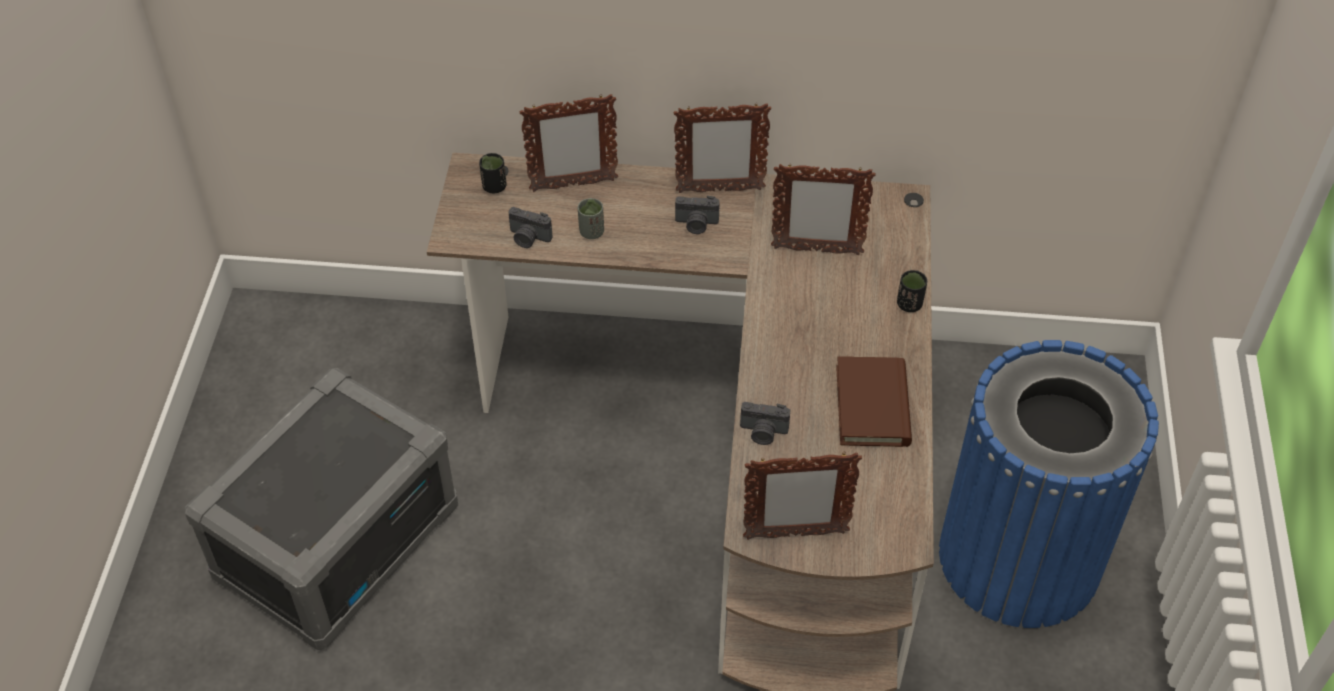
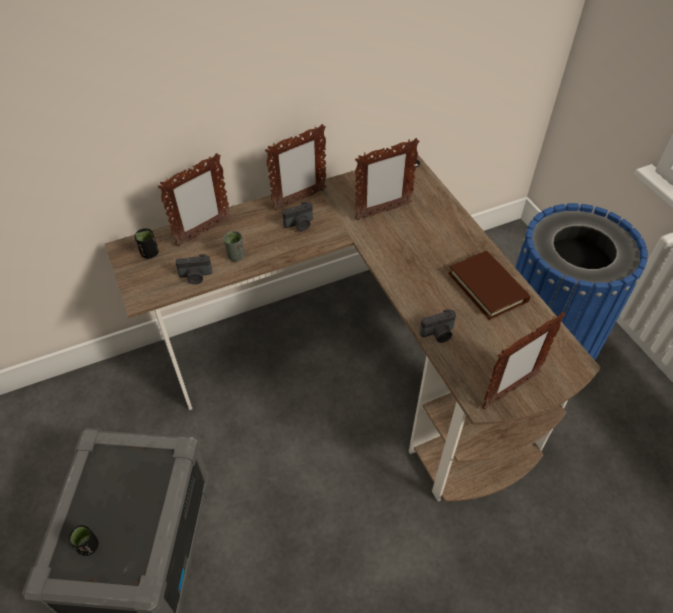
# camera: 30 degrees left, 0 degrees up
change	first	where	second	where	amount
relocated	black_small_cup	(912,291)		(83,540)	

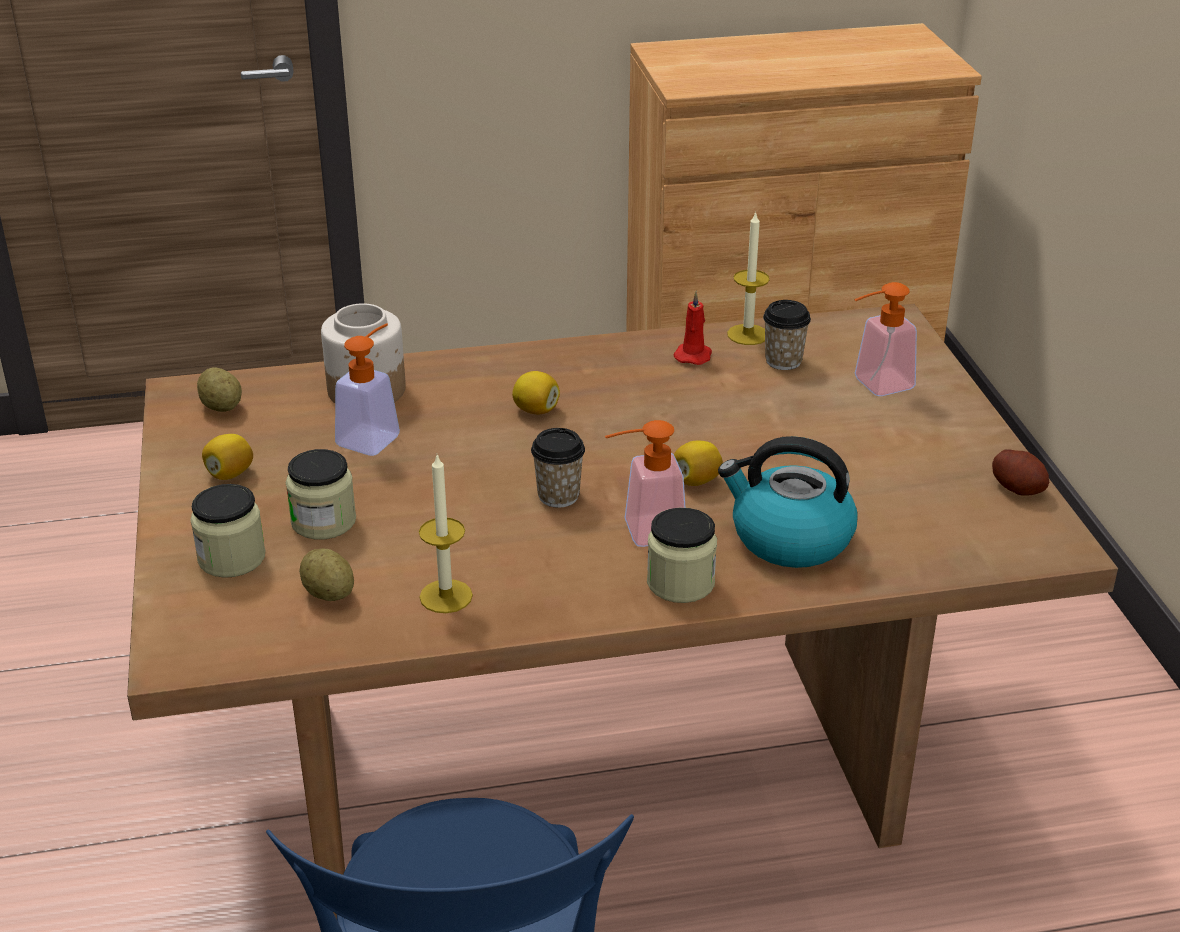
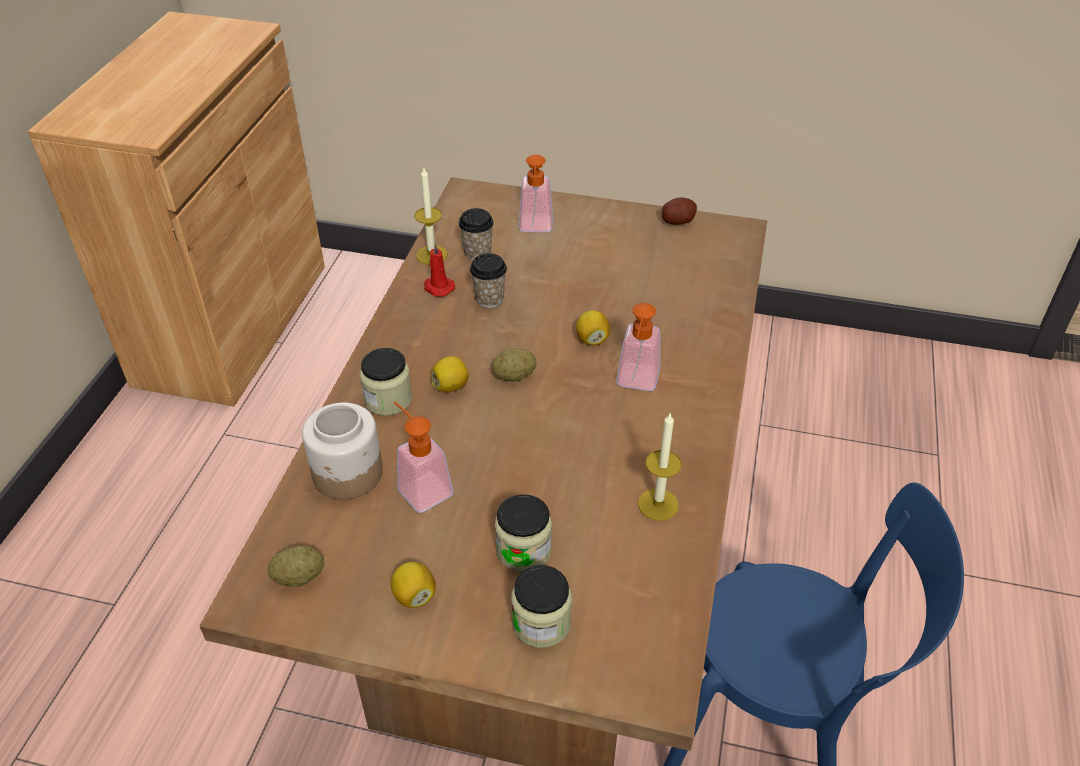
# camera: 65 degrees left, 10 degrees up
change	first	where	second	where	amount
relocated	small_cup	(558,468)		(488,280)	
missing	kettle	(788,502)			
relocated	jar	(682,555)		(386,382)	
relocated	spud	(326,574)		(514,365)	

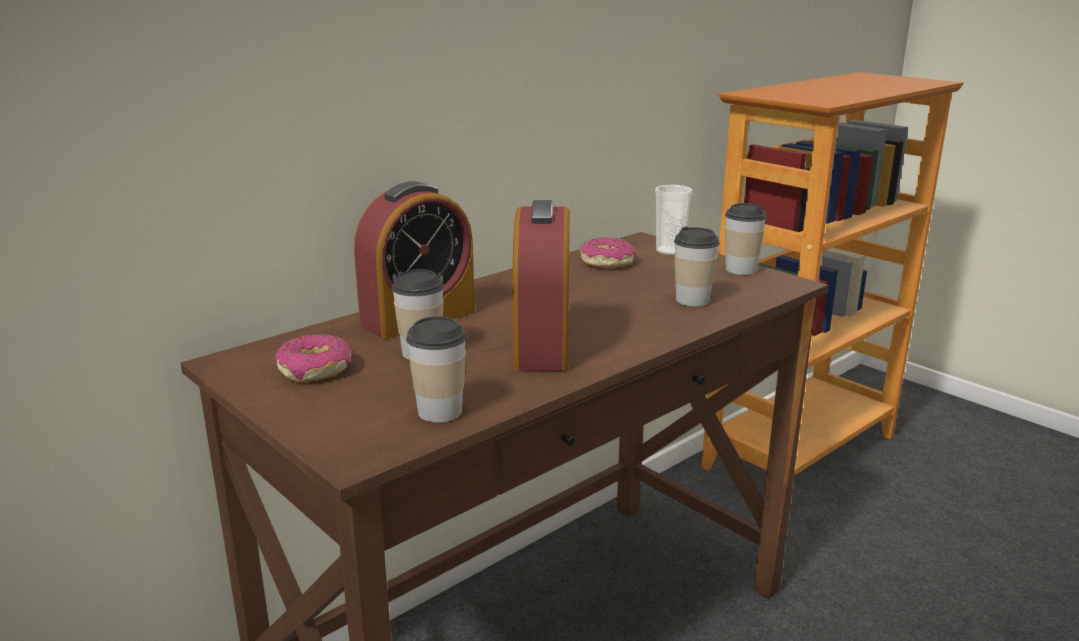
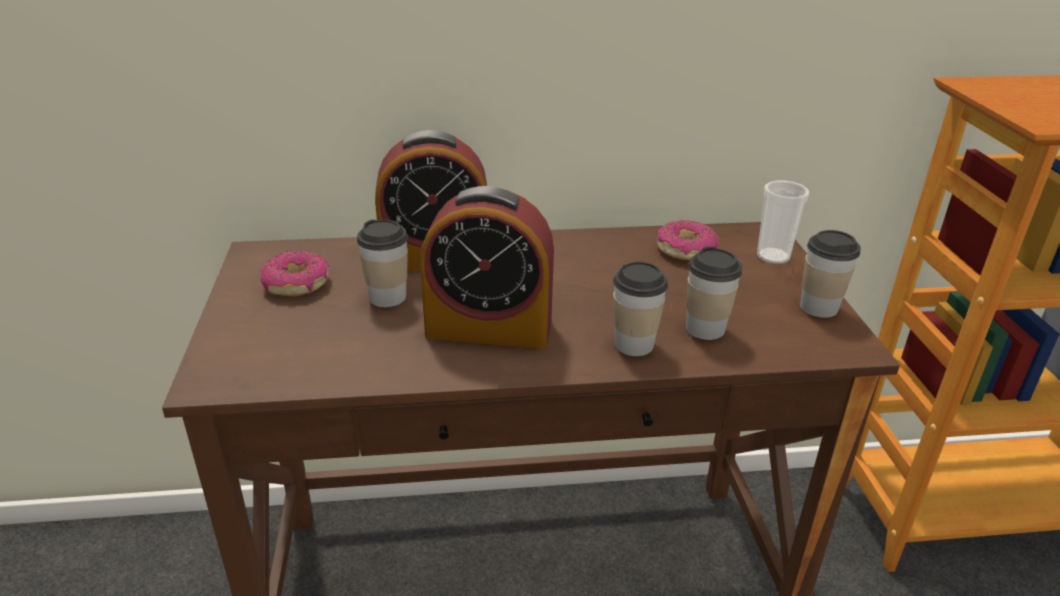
# camera: 35 degrees right, 10 degrees up
change	first	where	second	where	amount
spun	alarm_clock	(541,285)		(487,267)	60 degrees clockwise
relocated	small_cup	(436,369)		(640,309)	

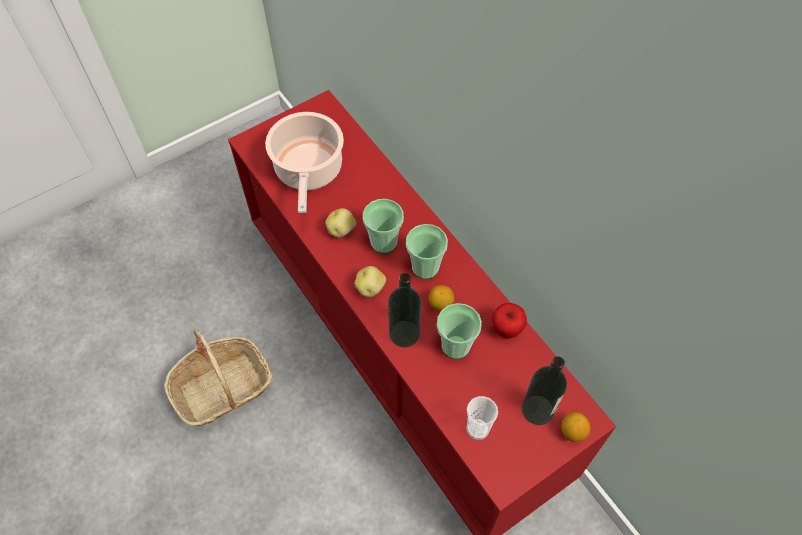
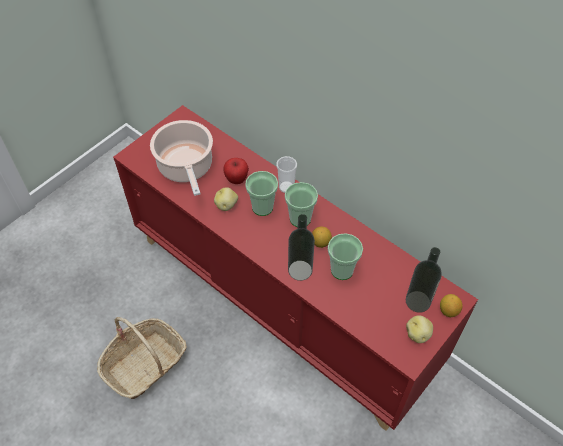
# camera: 15 degrees left, 5 degrees down
change	first	where	second	where	amount
relocated	spud	(370,281)		(419,329)	
relocated	whole_apple	(509,321)		(236,171)	
relocated	small_cup	(482,418)		(286,174)	

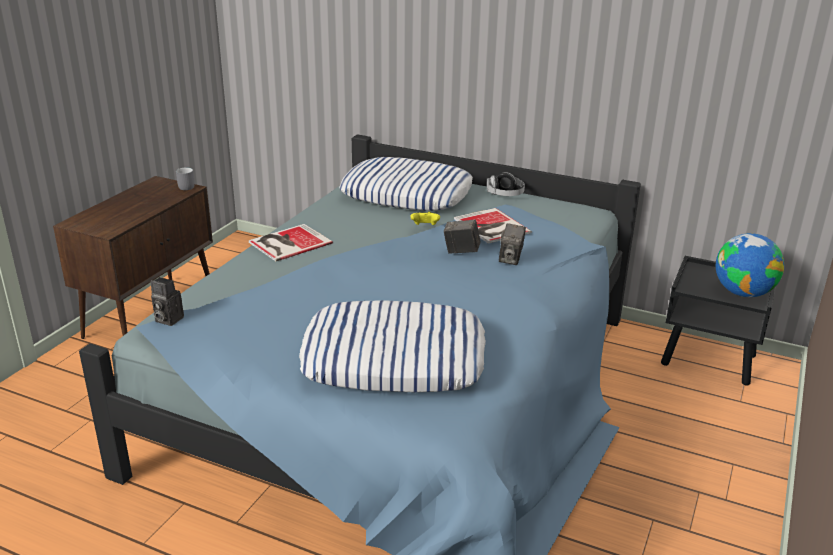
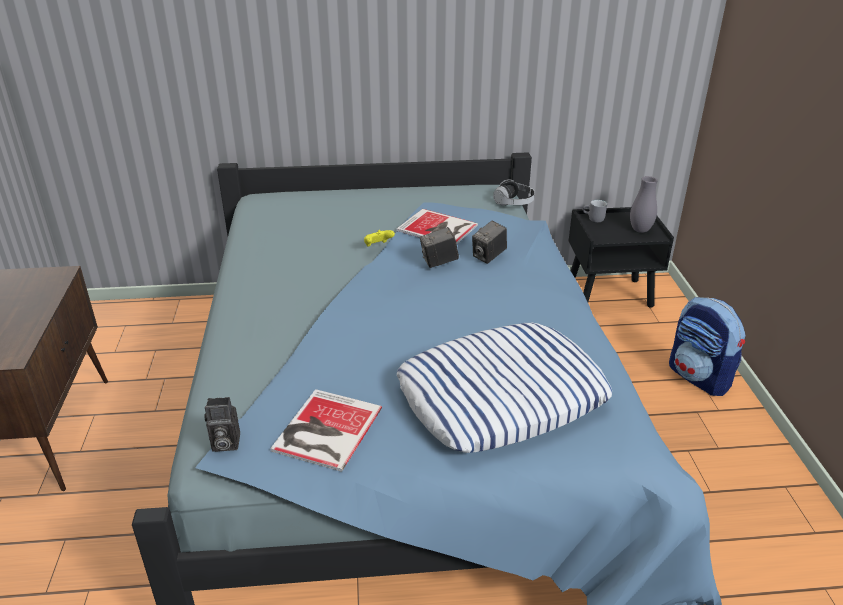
# camera: 30 degrees left, 5 degrees up
change	first	where	second	where	amount
missing	cushion	(406,184)			
relocated	gray_coffee_mug	(185,179)		(595,211)	
relocated	pair_of_headphones	(506,184)		(514,192)	
spun	still_camera	(512,244)		(489,242)	60 degrees clockwise
relocated	book	(291,242)		(326,430)	
exchanged	desk_globe	(750,265)	gray_decorative_vase	(644,204)	
appeared			knapsack	(707,346)	

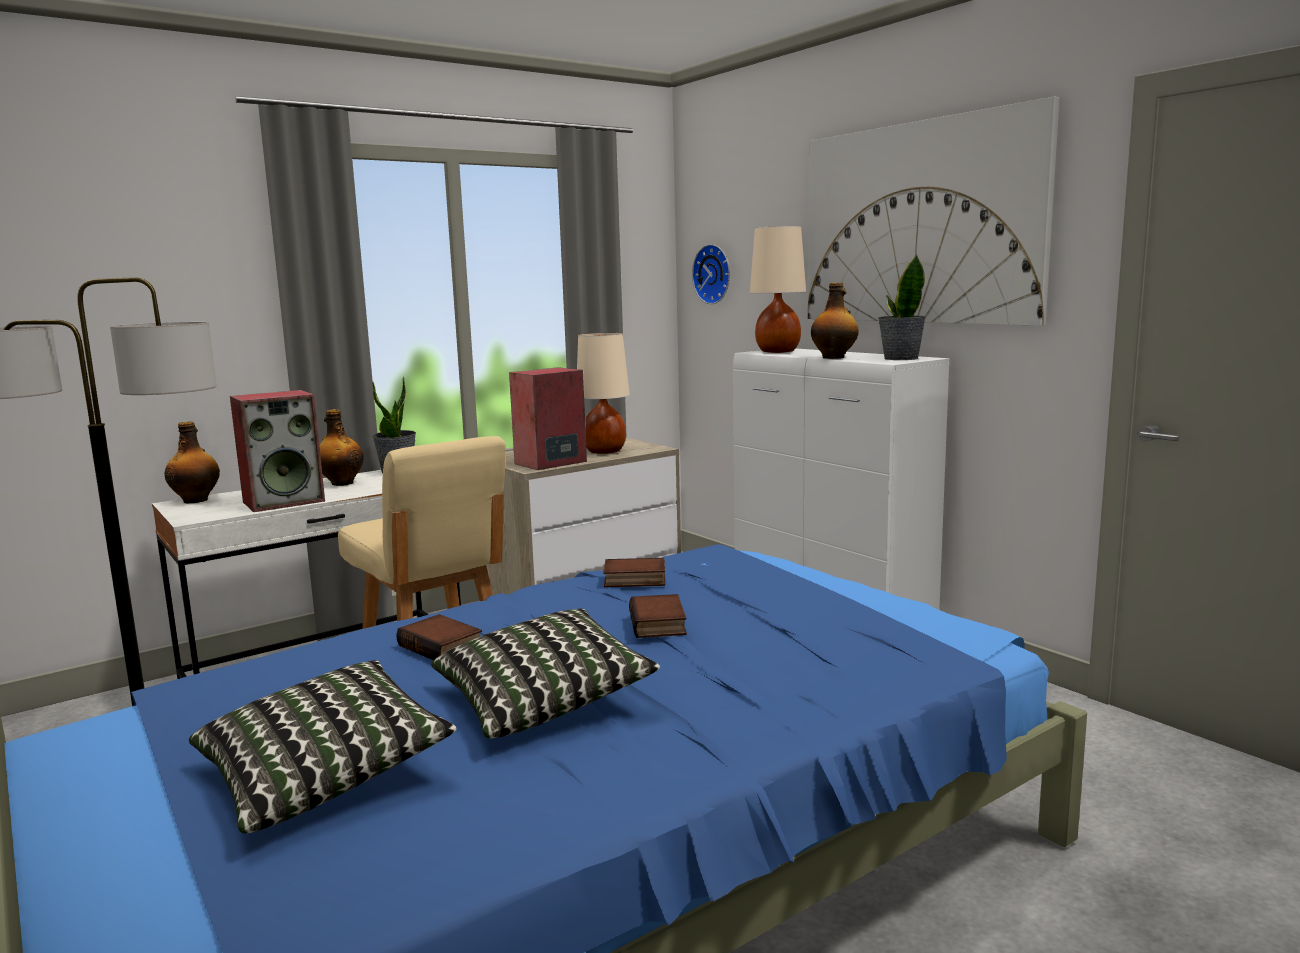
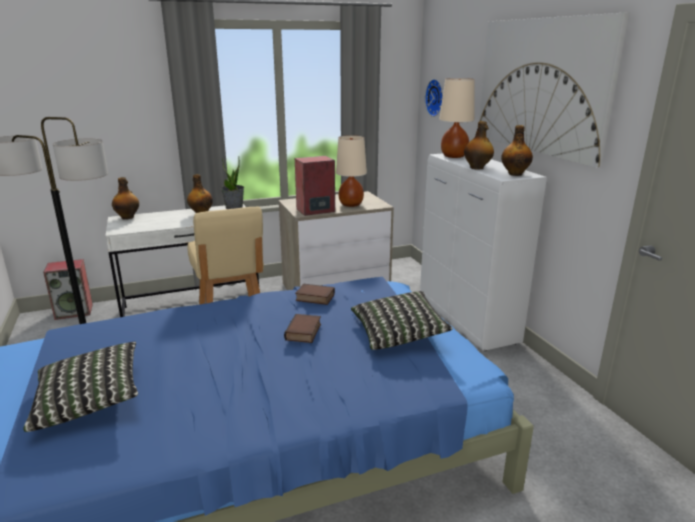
# camera: 15 degrees right, 10 degrees up
change	first	where	second	where	amount
exchanged	houseplant	(902,307)	beverage_bottle	(517,150)	
relocated	audio_speaker	(277,451)		(68,289)	
relocated	cushion	(545,673)		(402,320)	
missing	book	(439,637)			

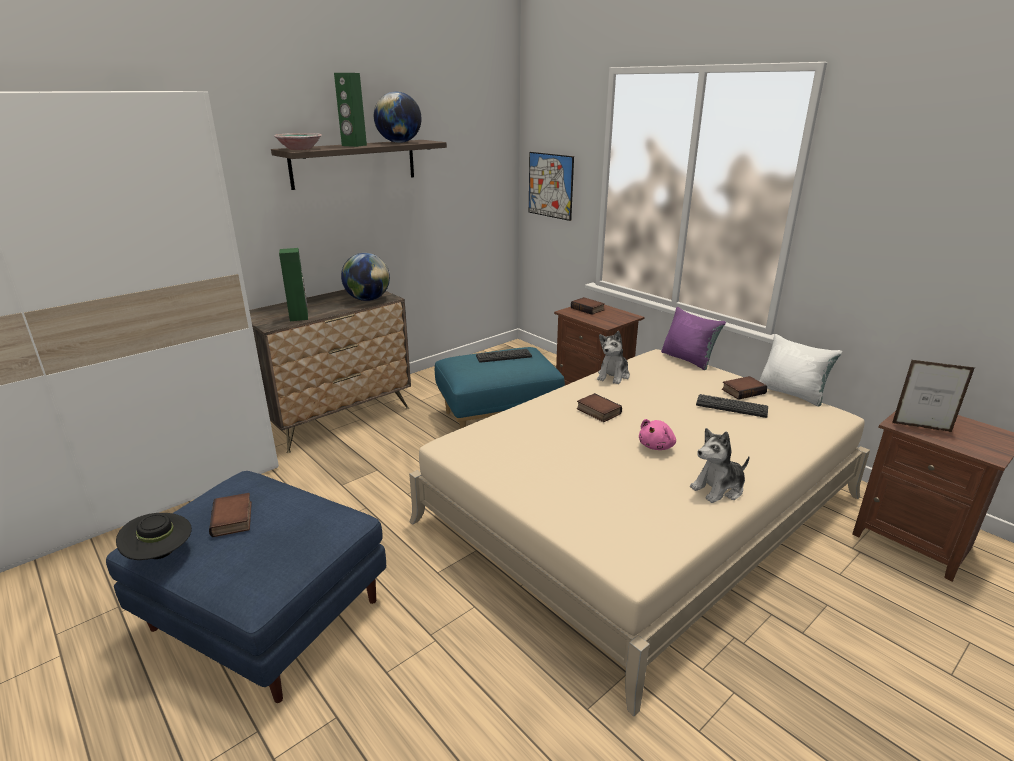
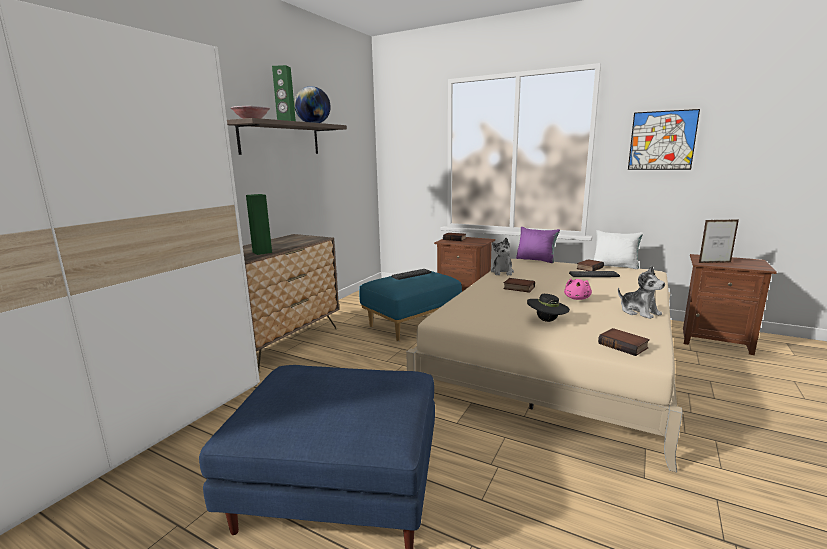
# camera: 20 degrees left, 10 degrees down
change	first	where	second	where	amount
relocated	wall_picture	(551,186)		(664,139)	
missing	desk_globe	(365,277)			
spun	soft_toy	(720,465)		(641,292)	75 degrees counterclockwise
relocated	book	(230,515)		(624,342)	
relocated	black_wearable_hat	(154,536)		(548,308)	

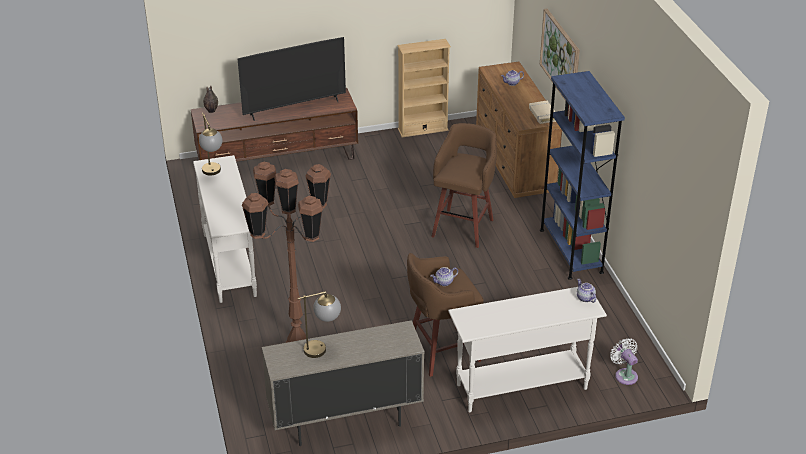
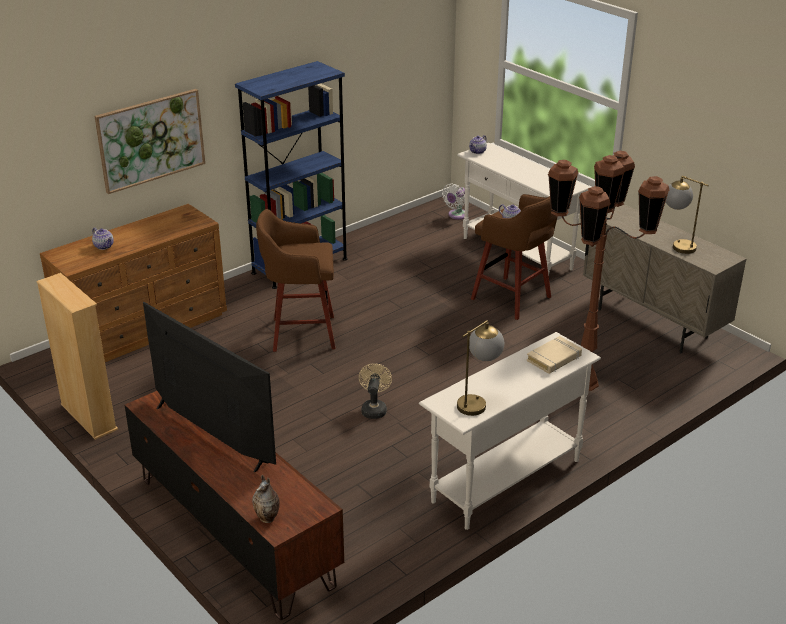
# camera: 115 degrees left, 5 degrees down
change	first	where	second	where	amount
relocated	beige-coloured_book	(542,112)		(554,355)	
appeared			beige-coloured_electric_fan	(375,391)	

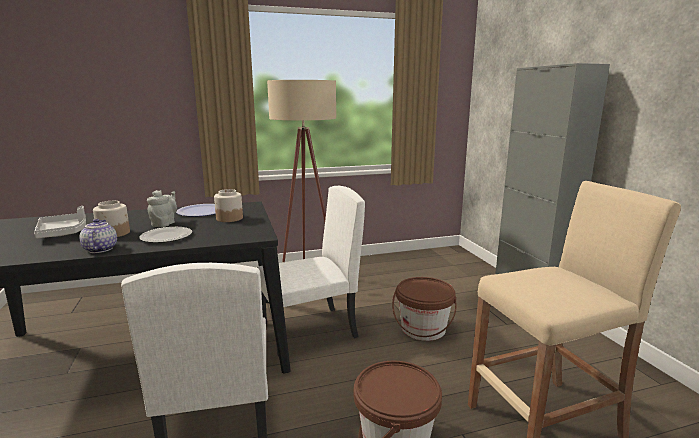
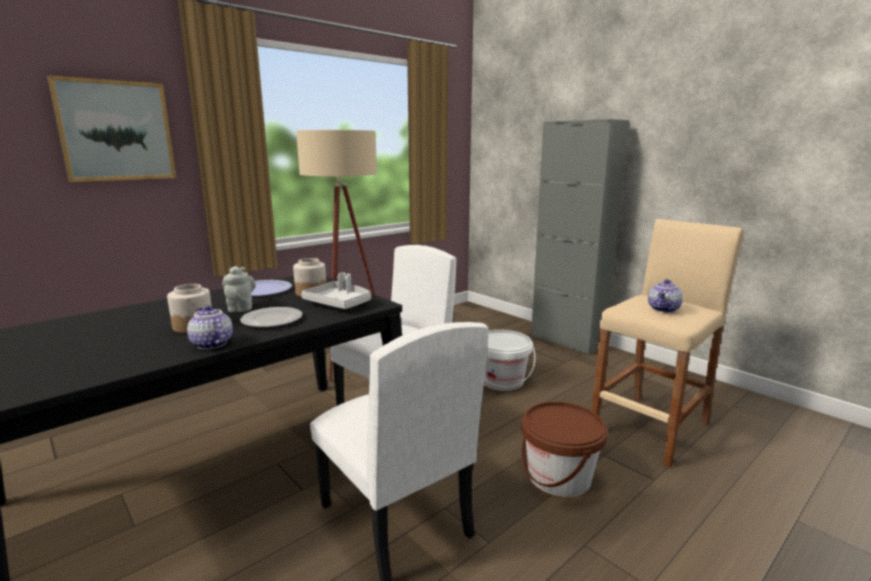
# camera: 25 degrees left, 0 degrees up
change	first	where	second	where	amount
relocated	gray_carrying_tray	(60,222)		(336,290)	
colour	brown-coloured_pail	(424,309)	white_pail	(510,360)	
appeared			wall_picture	(111,128)	
appeared			pot_for_tea	(665,296)	

